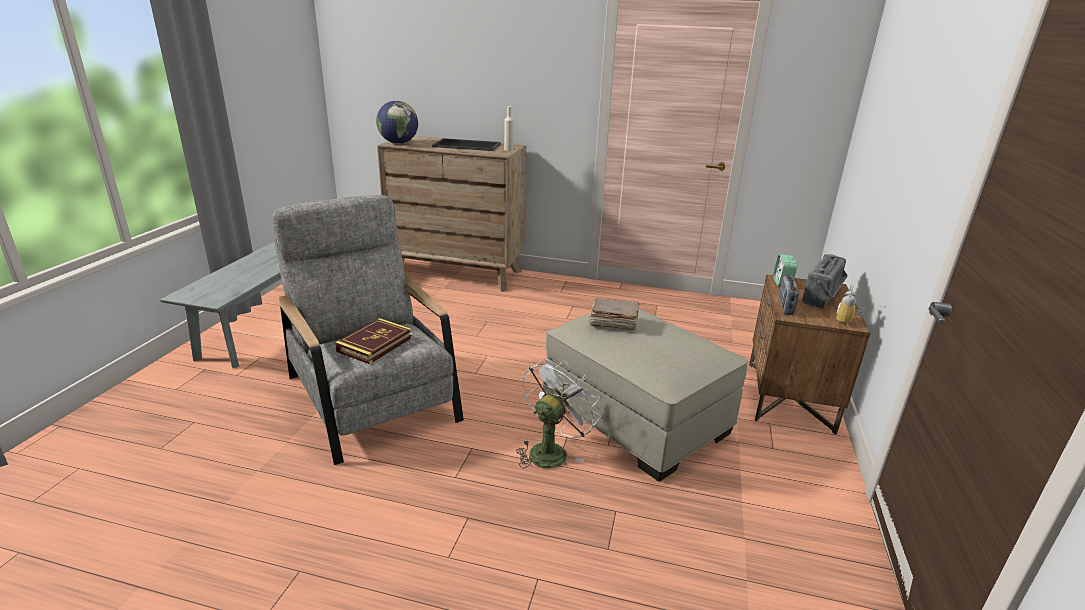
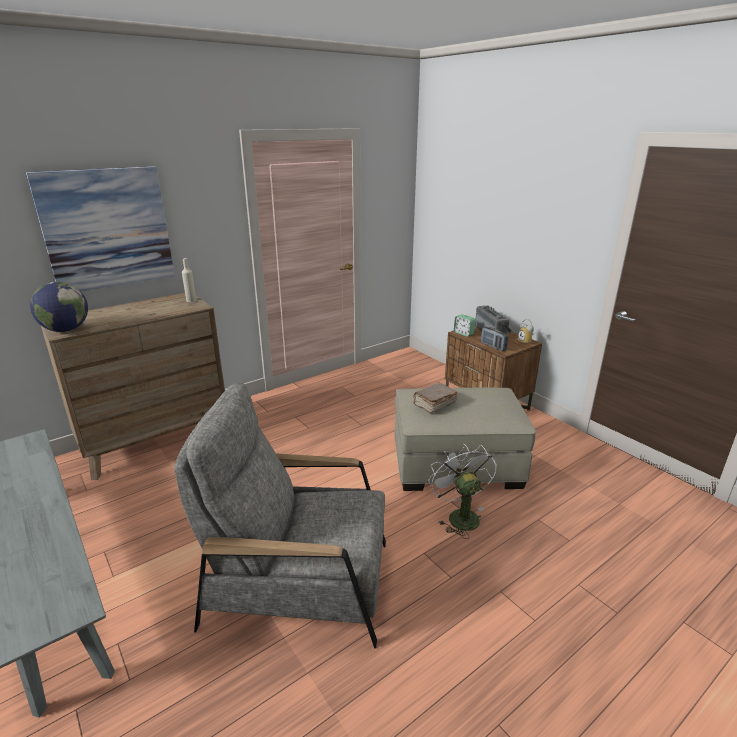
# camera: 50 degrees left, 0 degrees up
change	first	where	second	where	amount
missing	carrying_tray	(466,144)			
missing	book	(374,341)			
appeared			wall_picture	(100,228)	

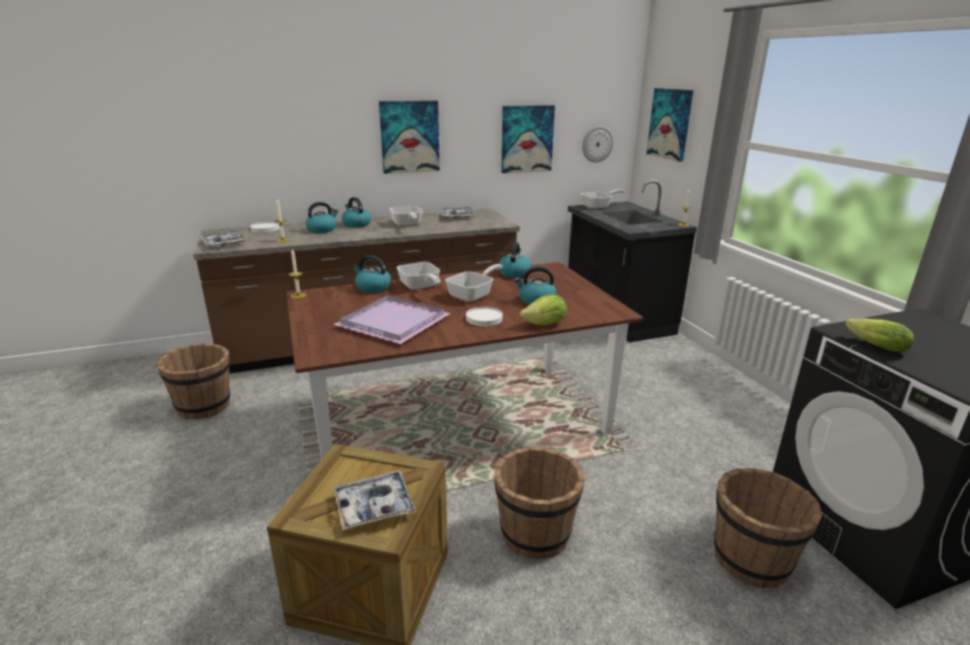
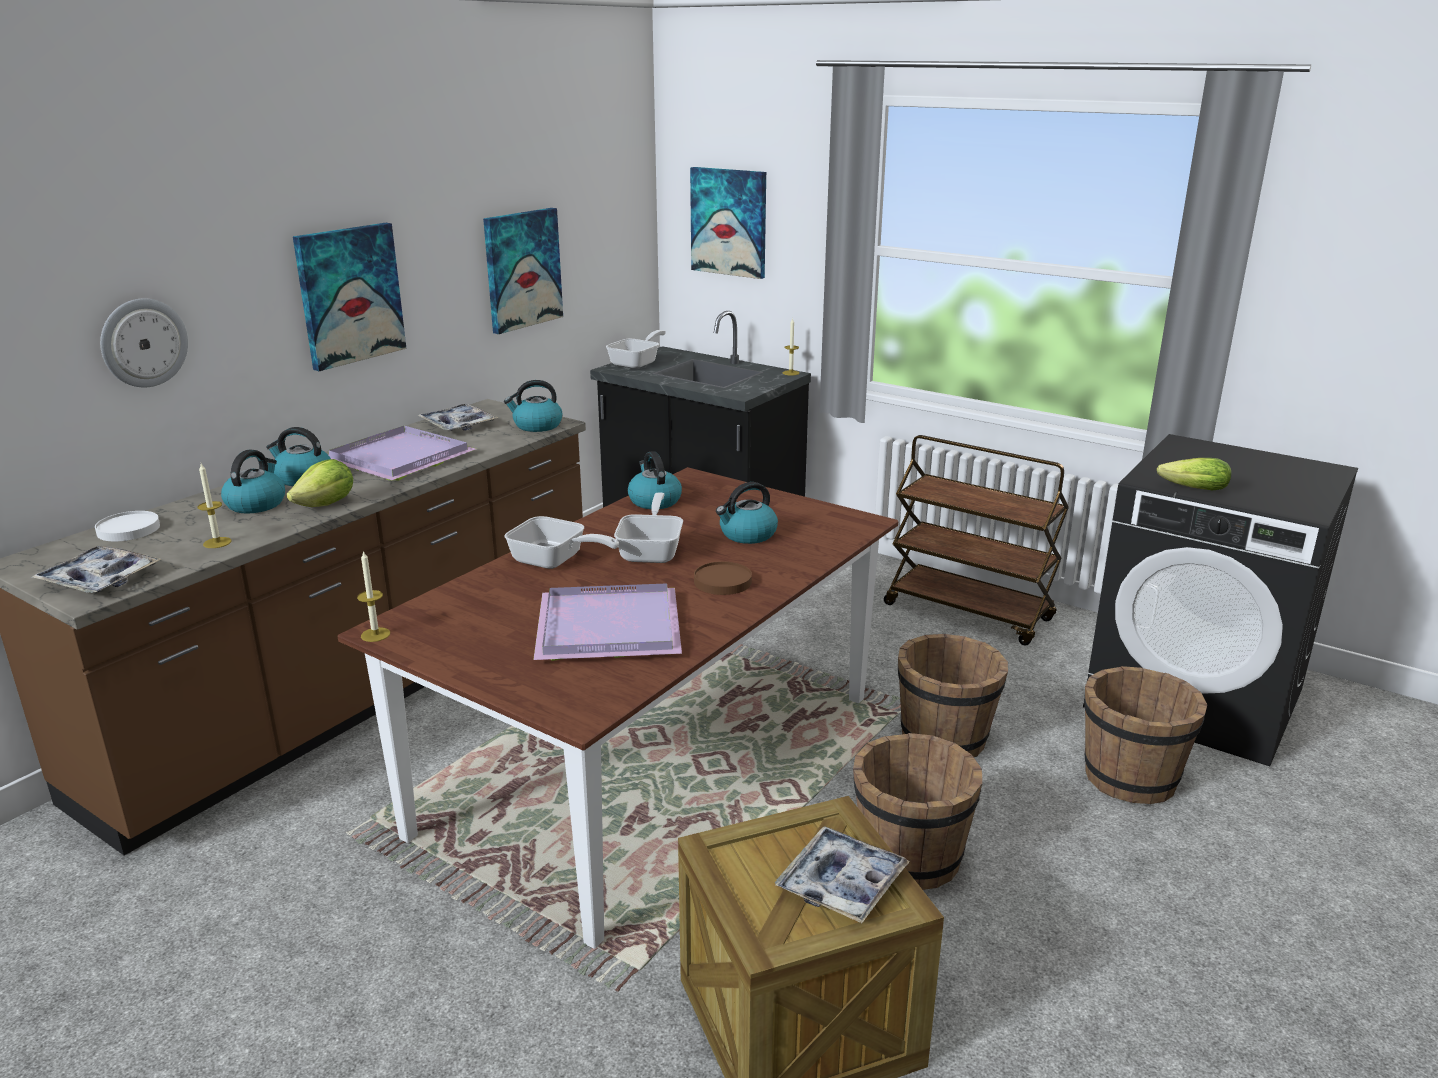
# camera: 35 degrees left, 0 degrees up
change	first	where	second	where	amount
relocated	wall_clock	(598,144)		(144,342)	
exchanged	skillet	(406,216)	purple-coloured_carrying_tray	(402,453)	
relocated	kettle	(371,274)		(533,406)	
relocated	head_of_lettuce	(543,310)		(320,483)	
colour	white_flat_dish	(484,316)	brown-coloured_flat_dish	(723,578)	
relocated	brown-coloured_pail	(193,381)		(953,695)	
appeared			brown-coloured_wheeled_cart	(976,540)	

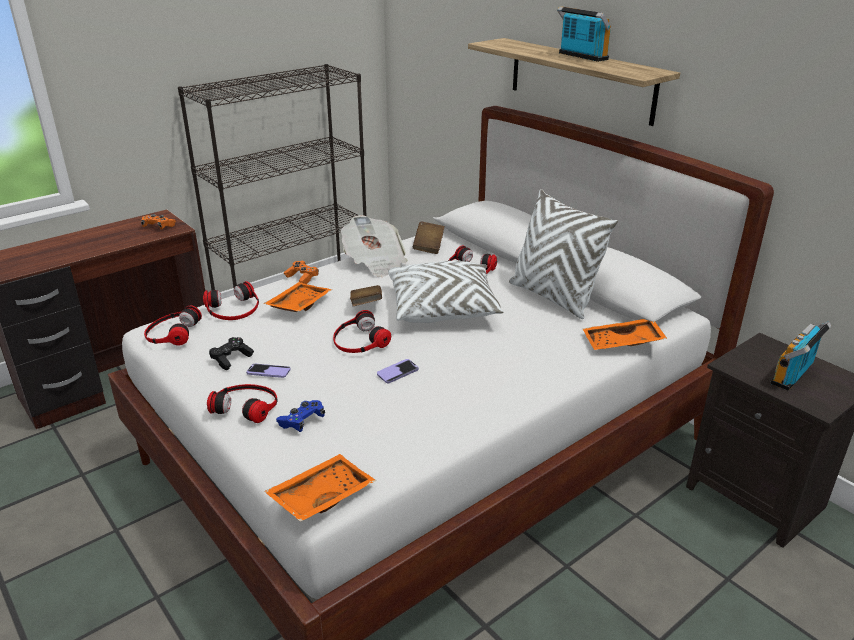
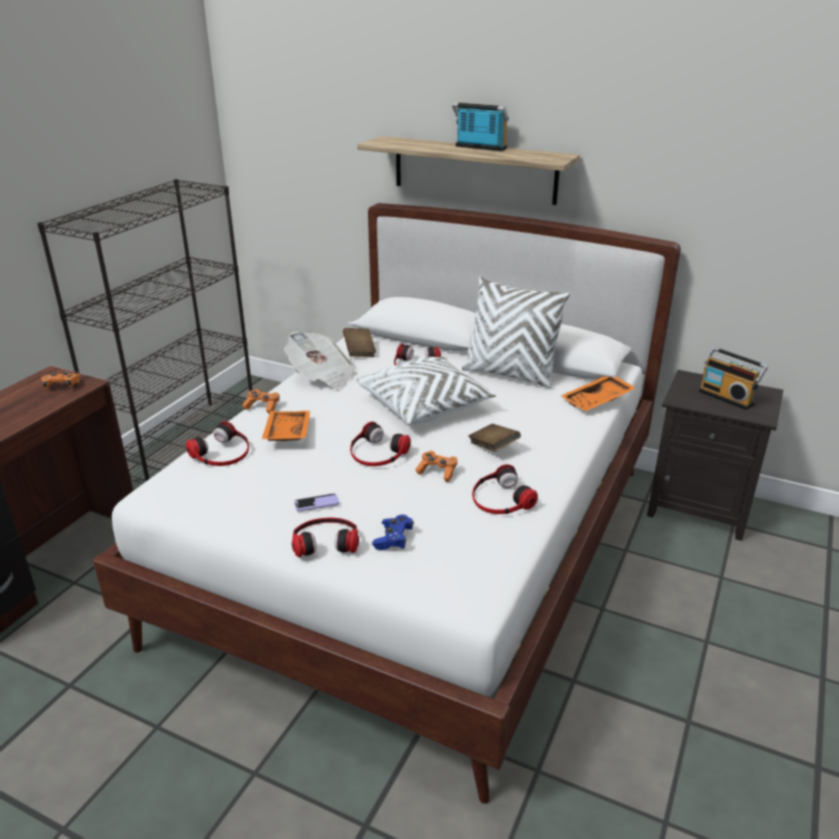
# camera: 25 degrees left, 0 degrees up
change	first	where	second	where	amount
relocated	brown-coloured_book	(366,295)		(494,438)	
relocated	pair_of_headphones	(173,325)		(505,489)	
spun	radio	(800,356)		(733,378)	60 degrees counterclockwise
missing	black_gamepad	(231,353)			
exchanged	phone	(398,371)	orange_gamepad	(436,466)	
missing	orange_carrying_tray	(320,488)			

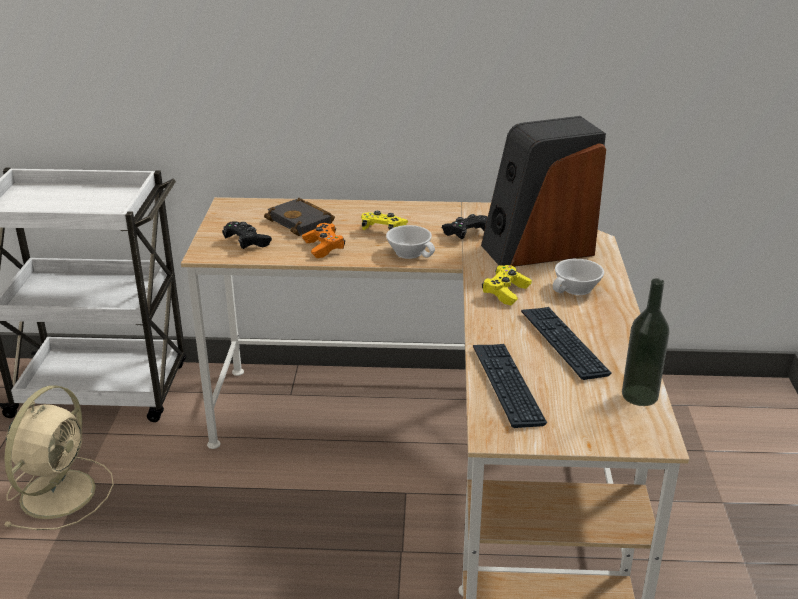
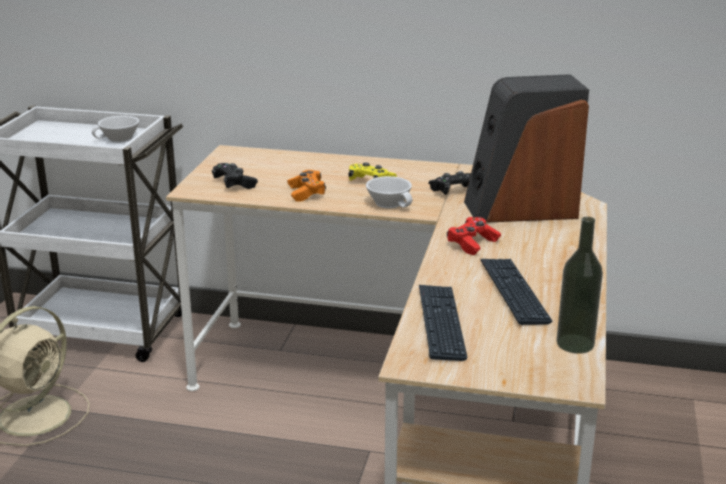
# camera: 10 degrees right, 5 degrees down
change	first	where	second	where	amount
missing	black_book	(299,217)			
relocated	white_small_cup	(578,277)		(115,129)	
colour	yellowish_gamepad	(507,285)	red-coloured_gamepad	(474,236)	

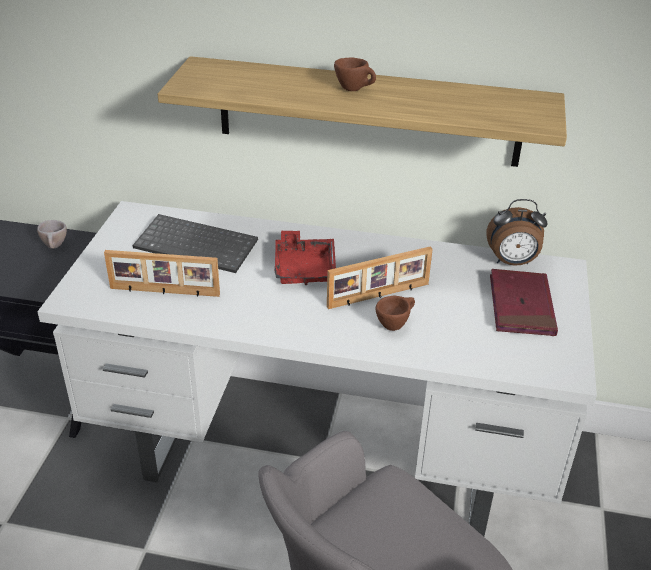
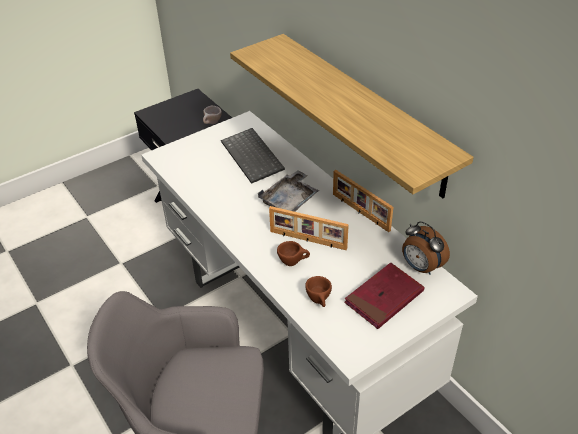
# camera: 45 degrees right, 5 degrees up
change	first	where	second	where	amount
relocated	brown-coloured_small_cup	(355,74)		(318,291)	
colour	red-coloured_carrying_tray	(305,258)	gray_carrying_tray	(288,191)	
relocated	standing_frame	(162,273)		(363,201)	

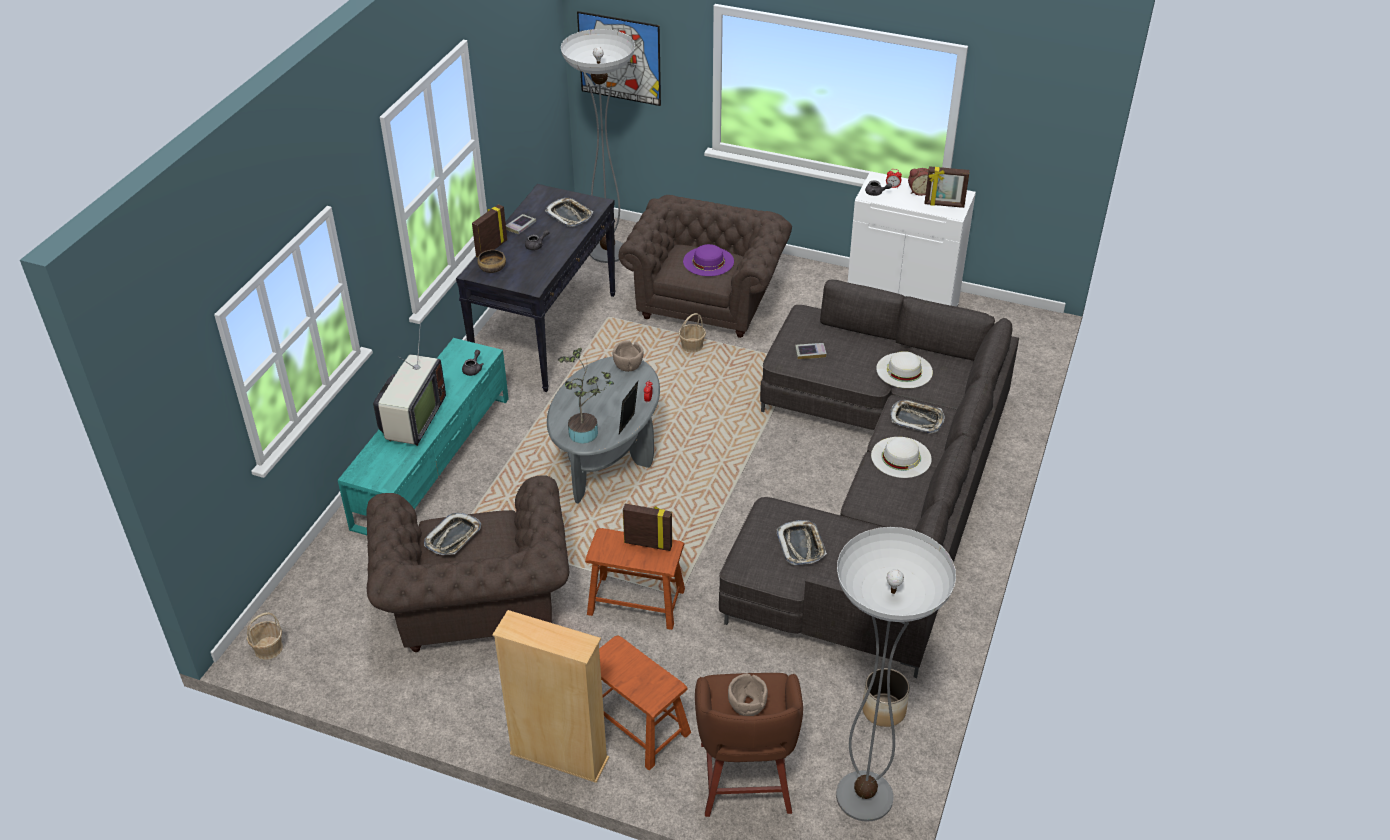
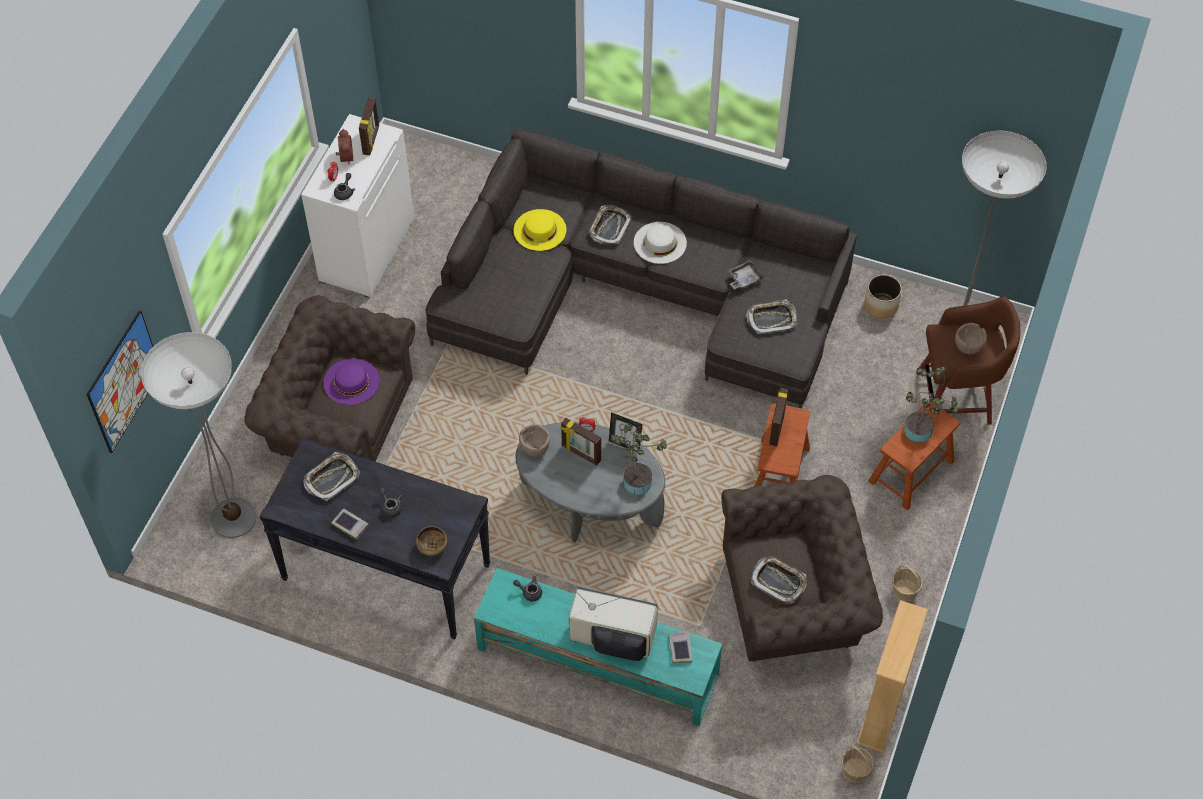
# camera: 90 degrees left, 15 degrees up
change	first	where	second	where	amount
relocated	standing_frame	(489,230)		(581,441)	
relocated	basket	(692,333)		(907,583)	
relocated	book	(811,351)		(680,647)	
colour	white_wearable_hat	(904,369)	yellowish_wearable_hat	(540,230)	
relocated	beige-coloured_bookcase	(550,696)		(892,676)	
appeared			gray_carrying_tray	(746,274)	
appeared			houseplant	(931,404)	

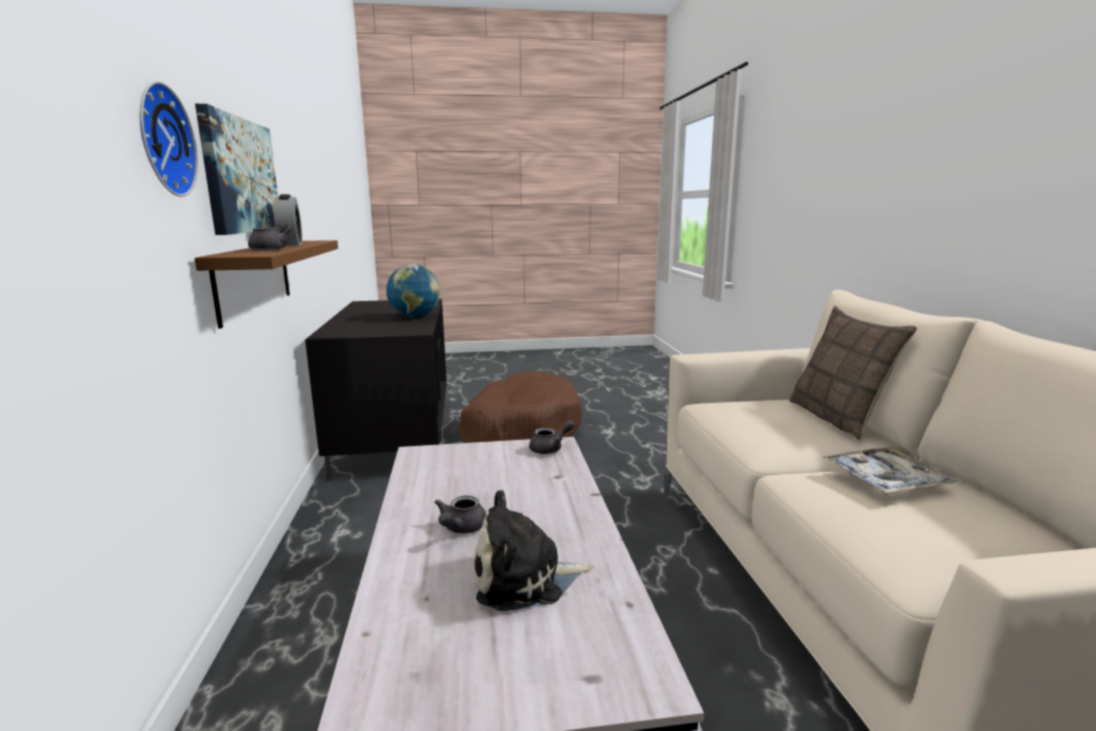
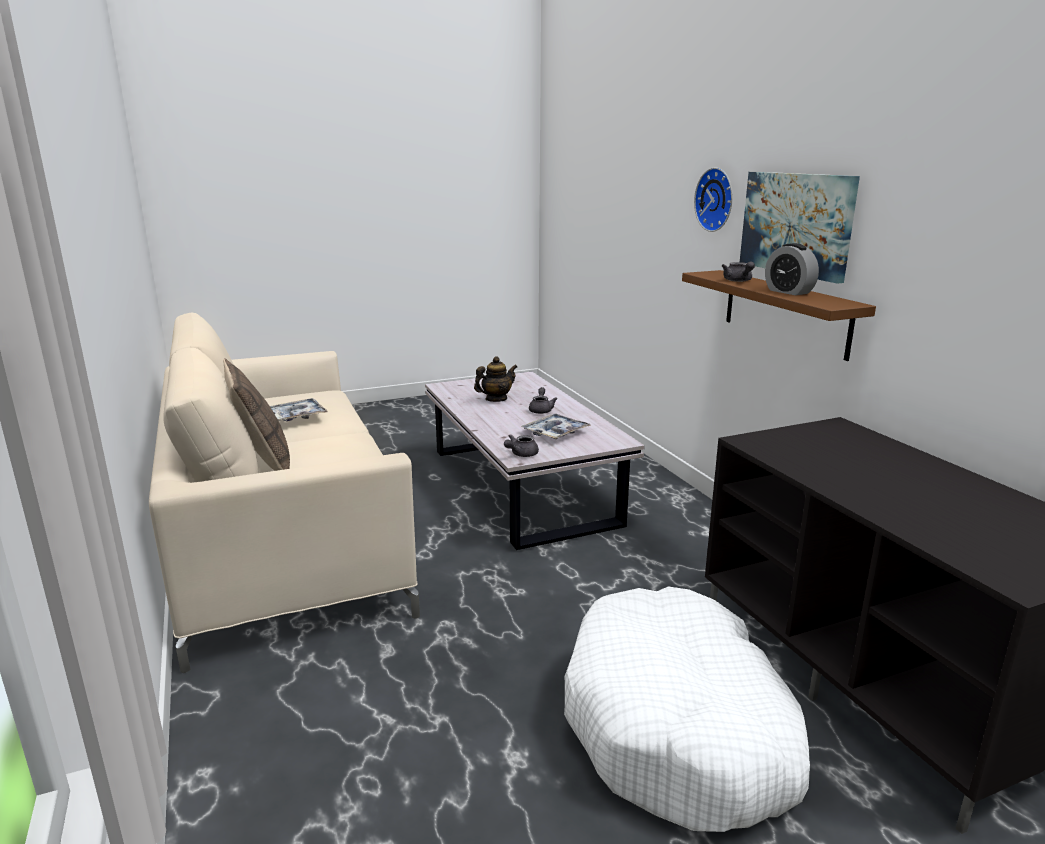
# camera: 165 degrees right, 5 degrees up
change	first	where	second	where	amount
missing	desk_globe	(413,290)			
colour	brown-coloured_dog_cushion	(520,407)	white_dog_cushion	(687,709)	
exchanged	soft_toy	(534,550)	pot_for_tea	(495,379)	
appeared			carrying_tray	(556,426)	

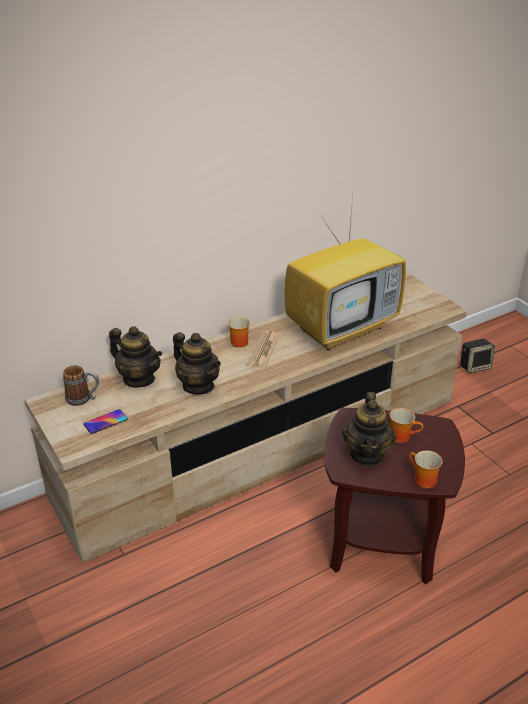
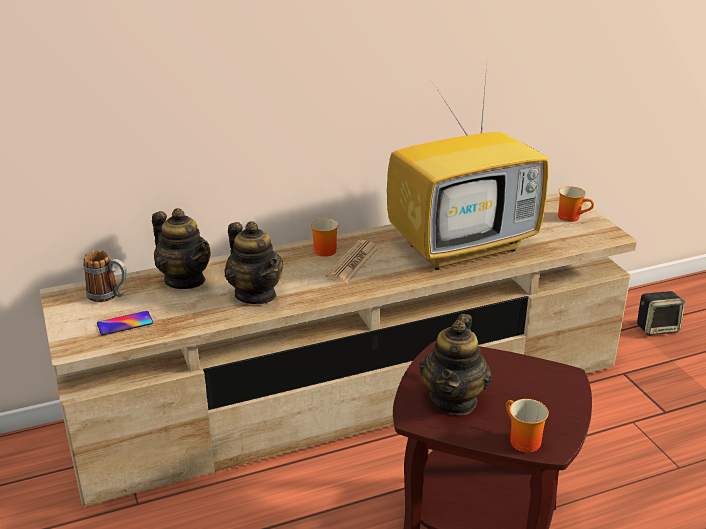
# camera: 10 degrees right, 5 degrees down
change	first	where	second	where	amount
relocated	coffee_mug	(406,425)		(576,204)	

